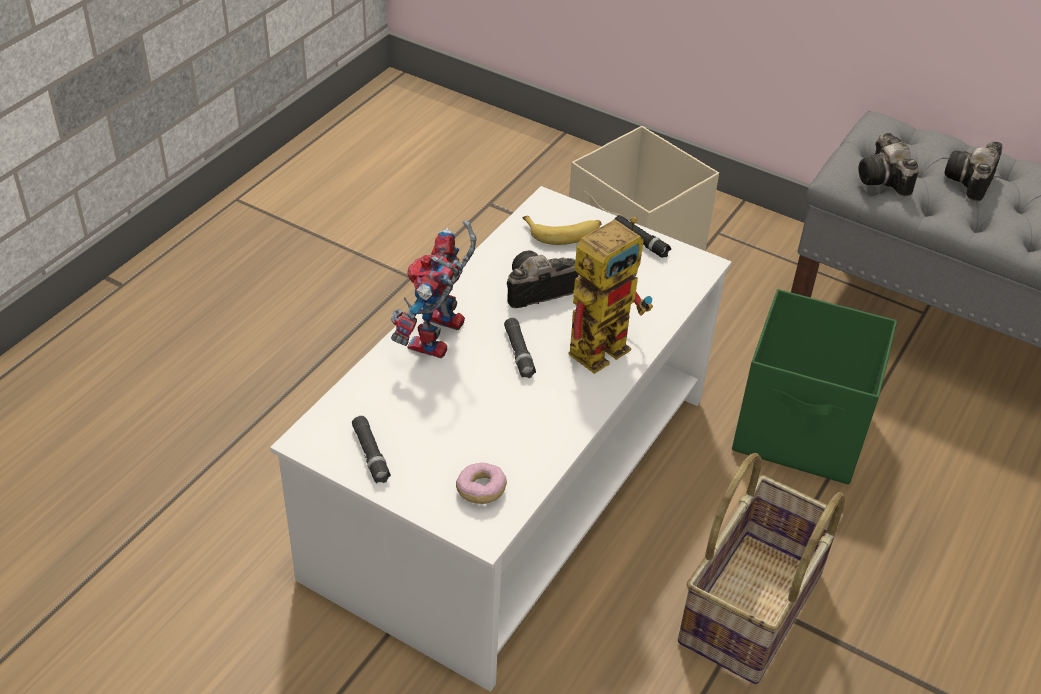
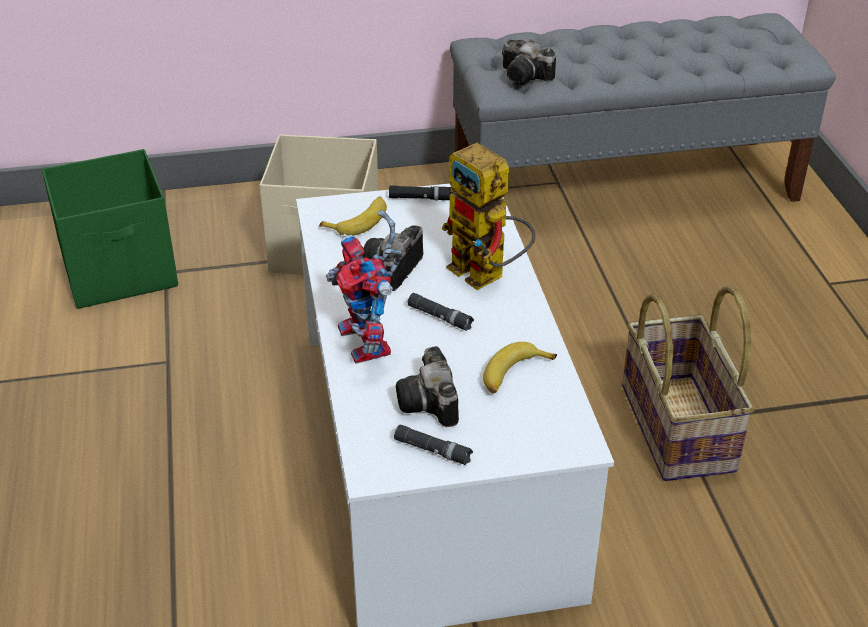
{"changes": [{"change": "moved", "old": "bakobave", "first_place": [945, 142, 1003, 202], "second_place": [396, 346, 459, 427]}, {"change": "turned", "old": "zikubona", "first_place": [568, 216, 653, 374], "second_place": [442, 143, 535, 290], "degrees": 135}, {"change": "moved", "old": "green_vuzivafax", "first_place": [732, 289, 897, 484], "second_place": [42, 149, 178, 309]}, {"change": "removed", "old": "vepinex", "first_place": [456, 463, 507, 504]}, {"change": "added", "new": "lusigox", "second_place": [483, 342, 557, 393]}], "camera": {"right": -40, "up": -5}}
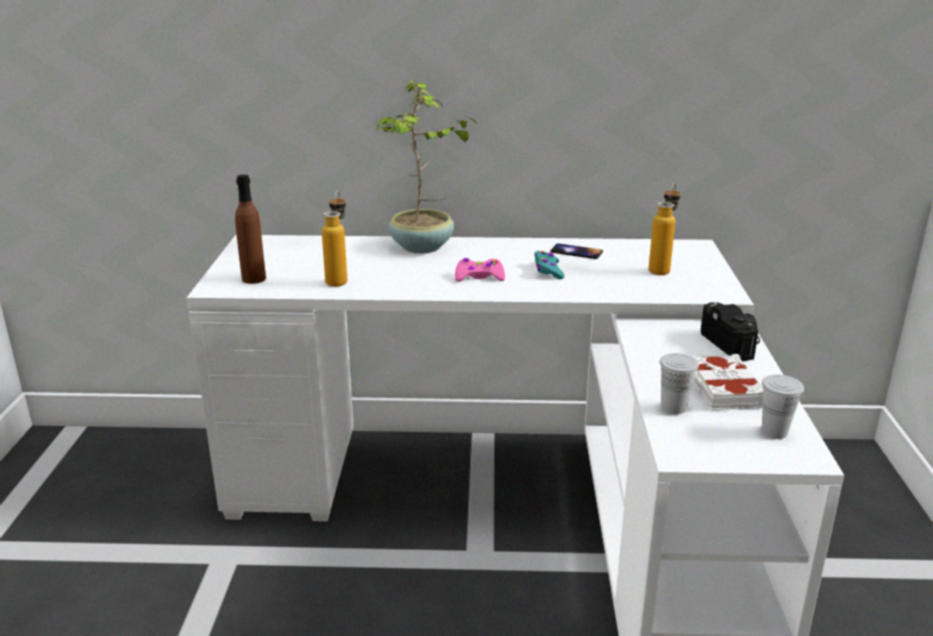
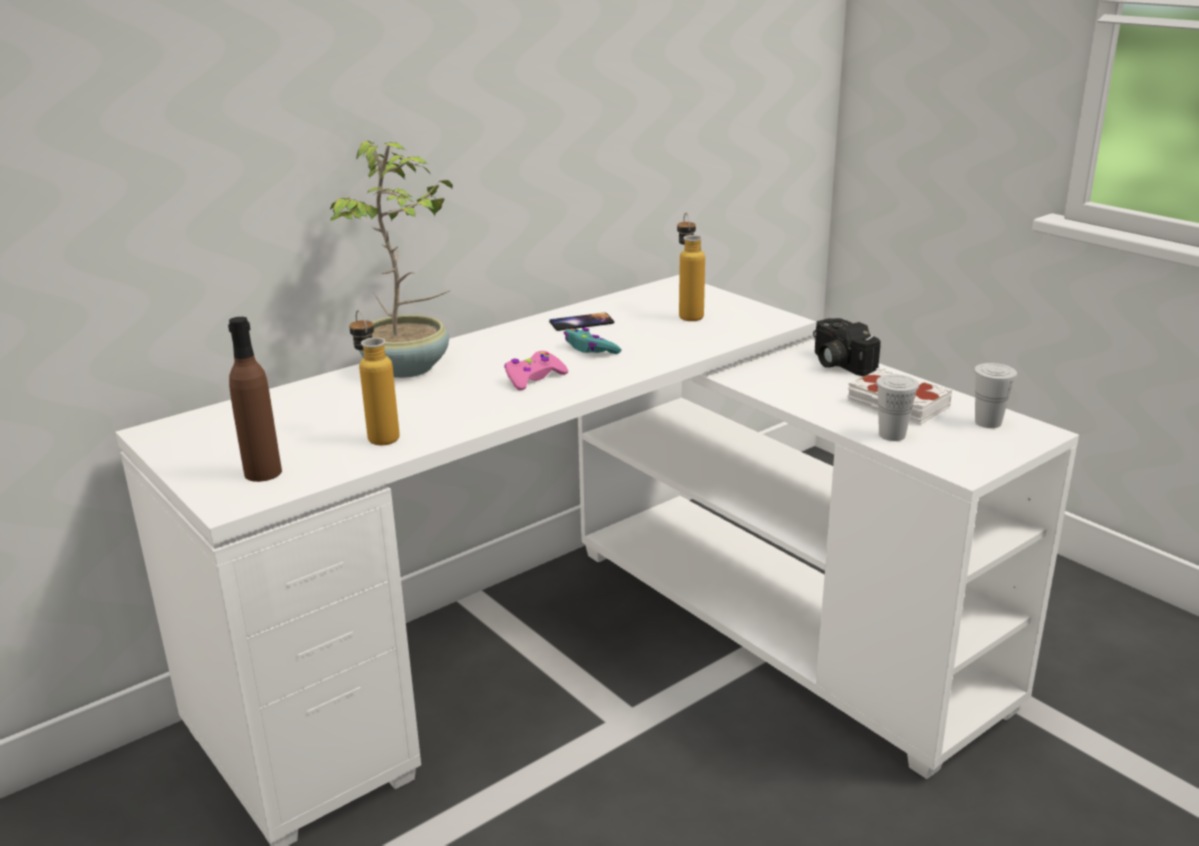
{"changes": [{"change": "turned", "old": "bakobave", "first_place": [701, 302, 760, 361], "second_place": [813, 318, 881, 377], "degrees": -150}], "camera": {"right": -40, "up": 0}}
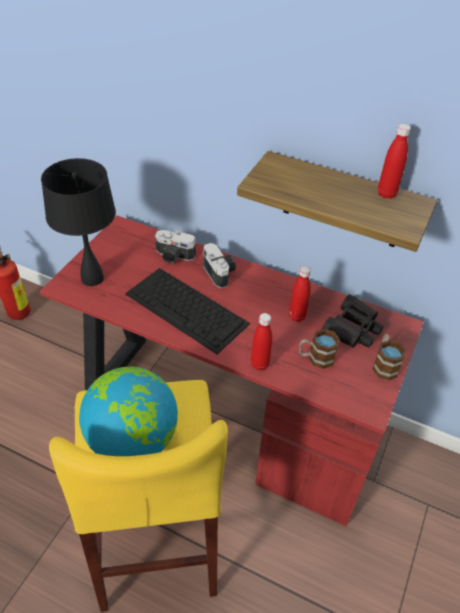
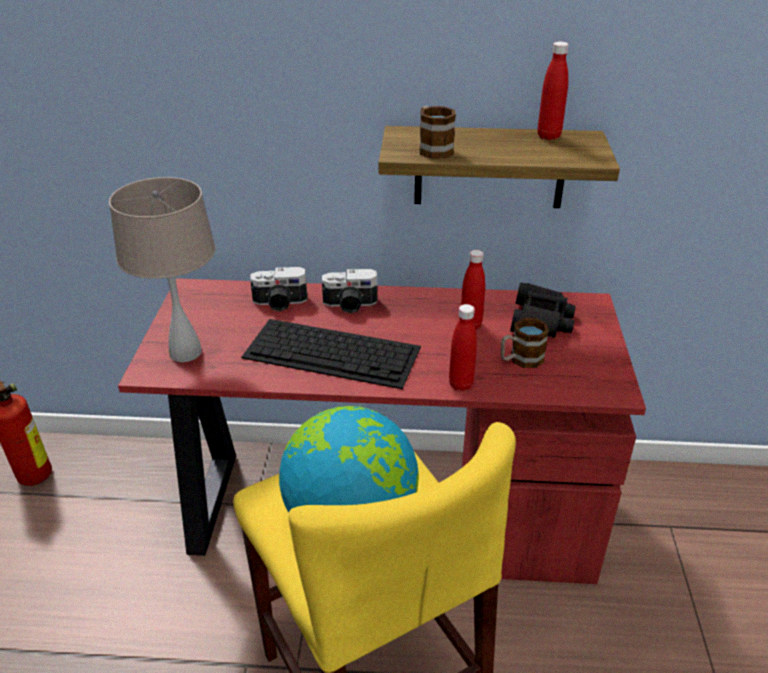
{"changes": [{"change": "recoloured", "old": "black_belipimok", "new": "beige_belipimok", "first_place": [41, 158, 116, 286], "second_place": [109, 177, 215, 362]}, {"change": "turned", "old": "bakobave", "first_place": [203, 243, 236, 288], "second_place": [322, 269, 377, 313], "degrees": 135}, {"change": "moved", "old": "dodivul", "first_place": [372, 334, 406, 380], "second_place": [419, 106, 456, 159]}], "camera": {"right": -20, "up": -10}}
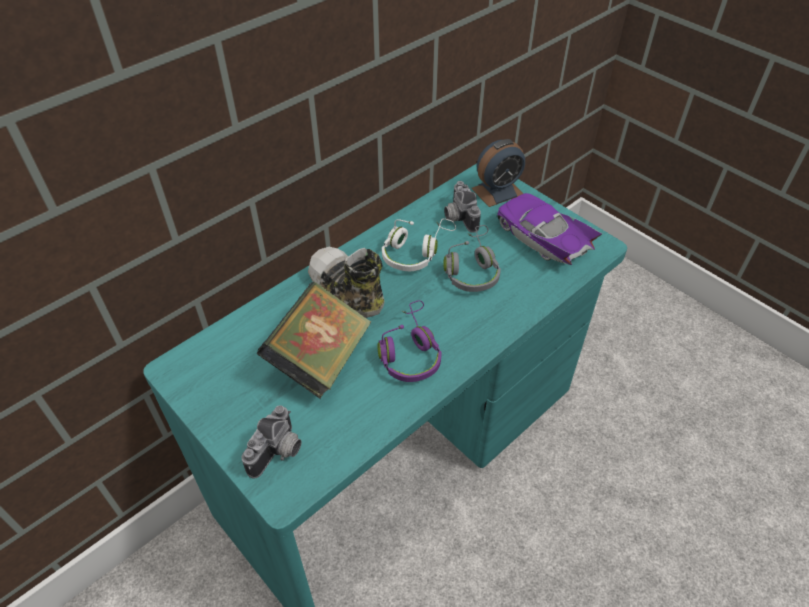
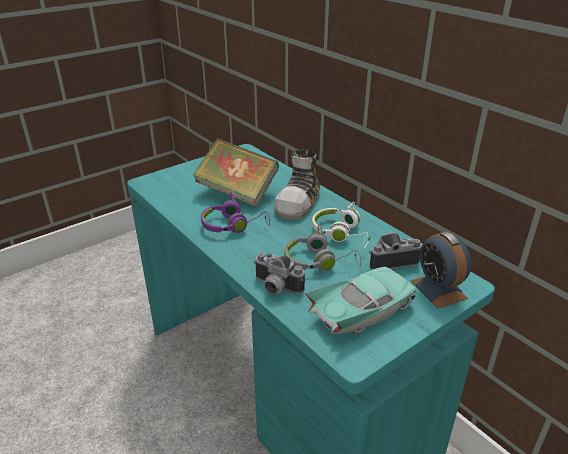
{"changes": [{"change": "recoloured", "old": "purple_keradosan", "new": "turquoise_keradosan", "first_place": [497, 193, 602, 265], "second_place": [305, 267, 416, 334]}, {"change": "turned", "old": "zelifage", "first_place": [308, 247, 385, 318], "second_place": [274, 150, 320, 220], "degrees": 150}, {"change": "moved", "old": "bakobave", "first_place": [241, 405, 302, 478], "second_place": [254, 253, 305, 294]}], "camera": {"right": 95, "up": -15}}
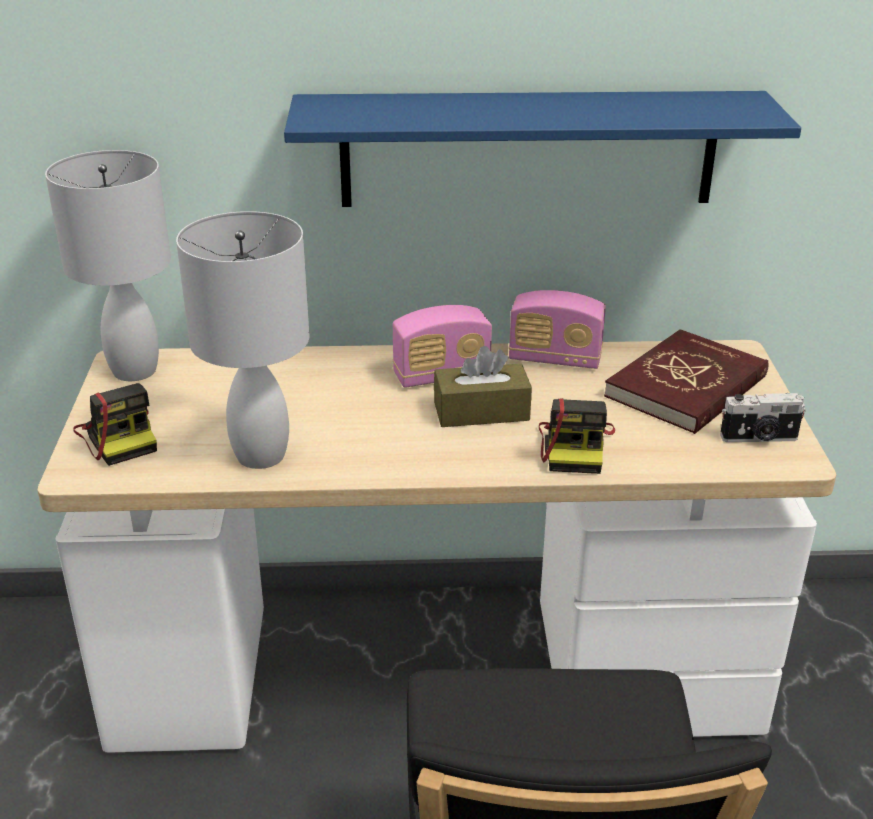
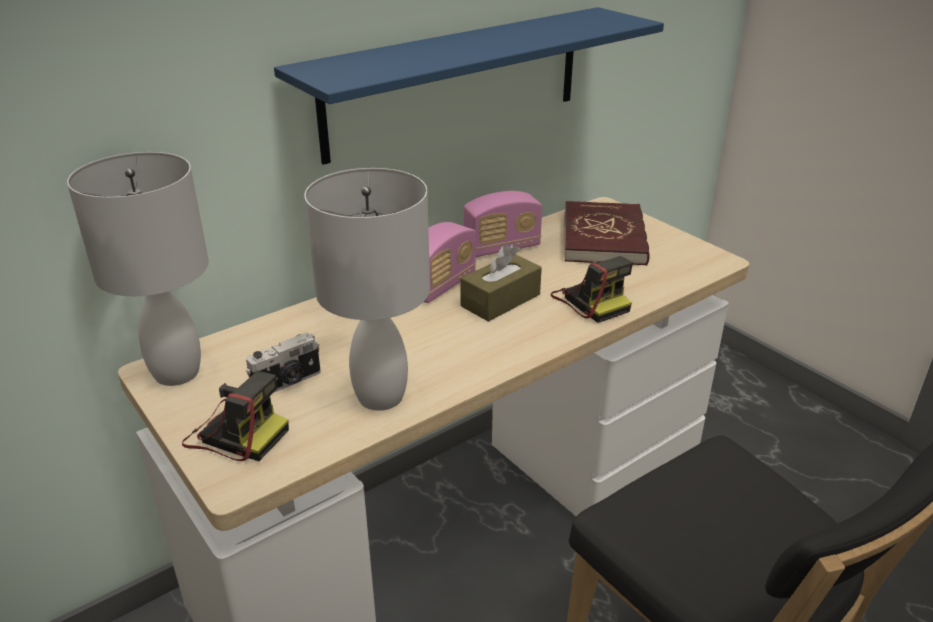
{"changes": [{"change": "moved", "old": "bakobave", "first_place": [720, 393, 806, 442], "second_place": [246, 332, 321, 392]}], "camera": {"right": -35, "up": 0}}
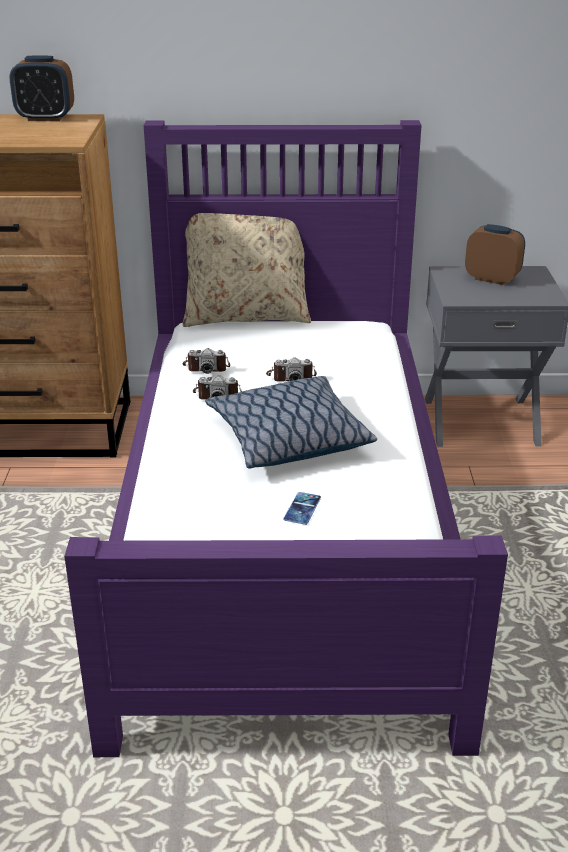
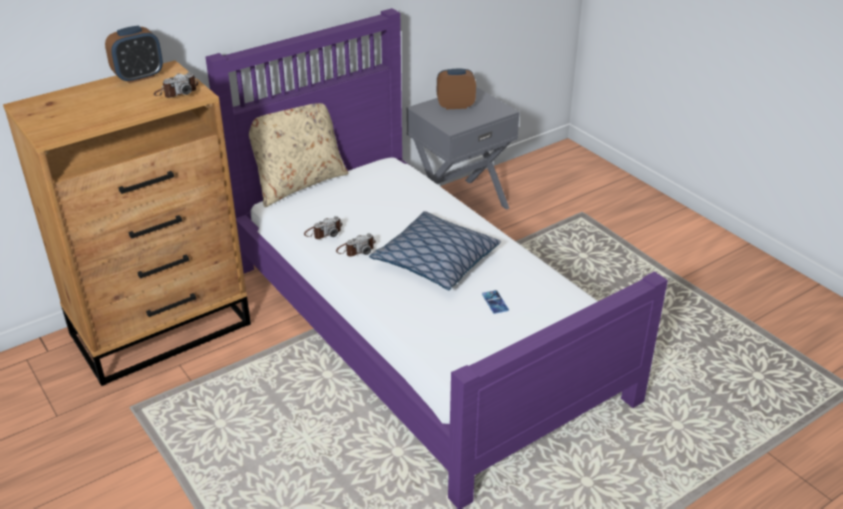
{"changes": [{"change": "moved", "old": "bakobave", "first_place": [266, 357, 317, 382], "second_place": [154, 72, 198, 98]}], "camera": {"right": -35, "up": 5}}
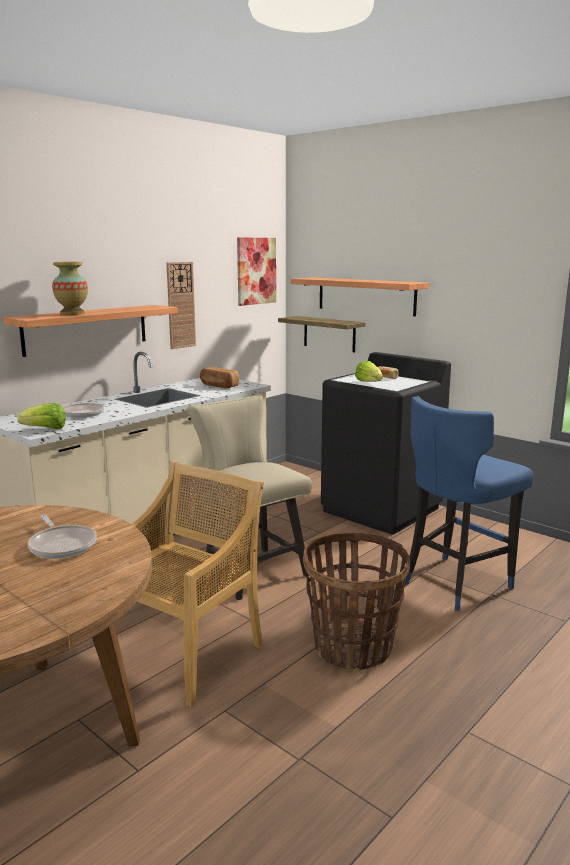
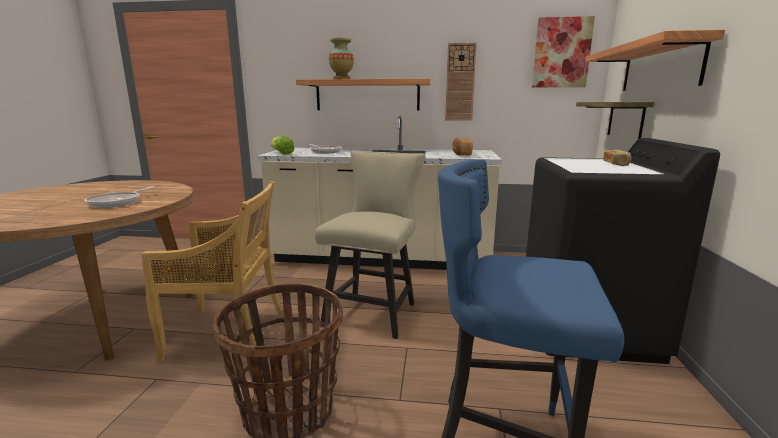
{"changes": [{"change": "removed", "old": "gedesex", "first_place": [355, 360, 383, 382]}], "camera": {"right": 55, "up": 0}}
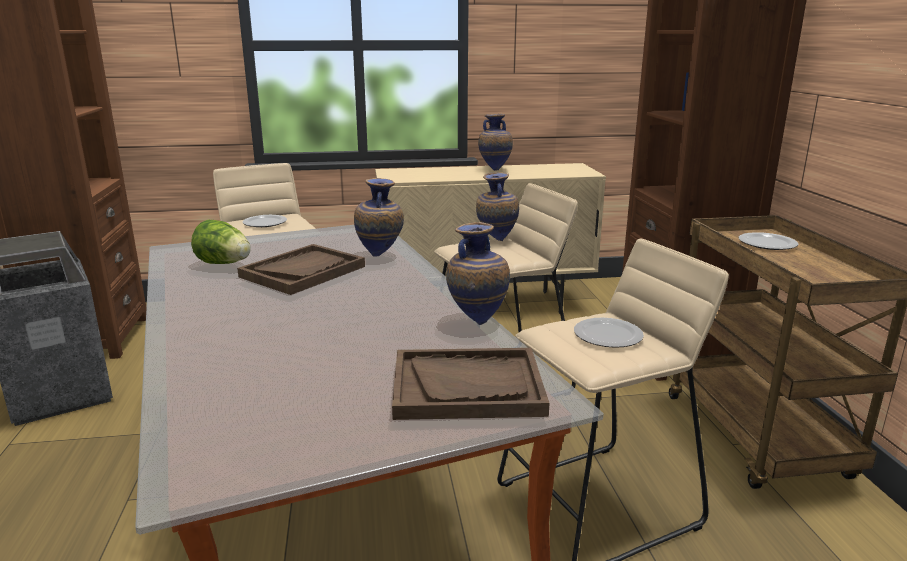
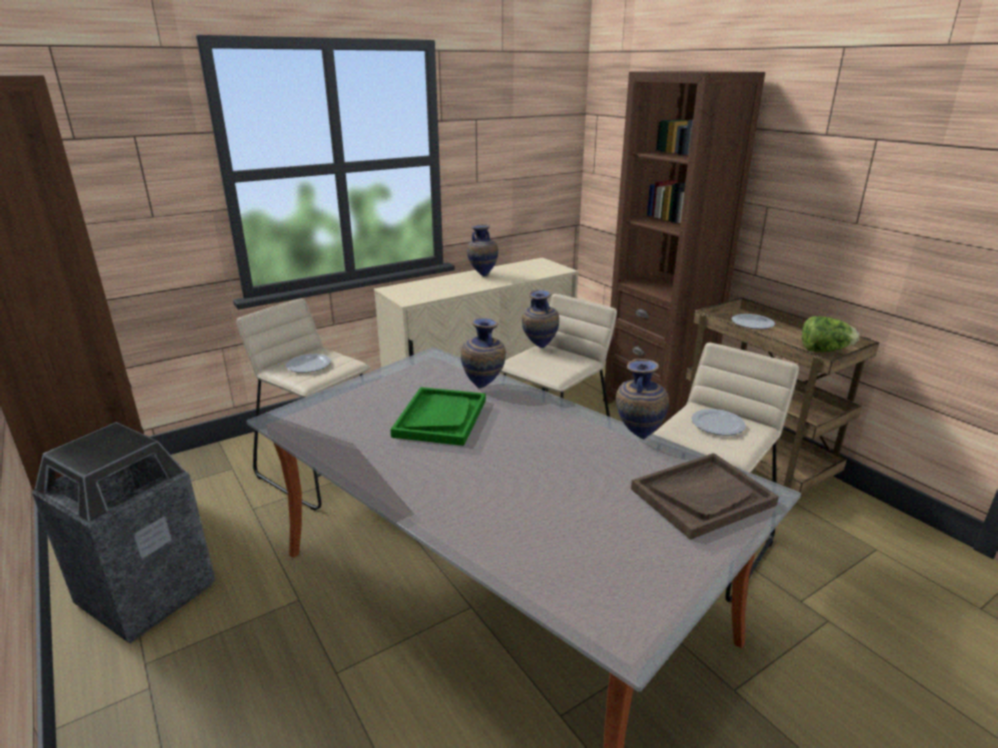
{"changes": [{"change": "moved", "old": "gedesex", "first_place": [191, 220, 251, 264], "second_place": [802, 316, 859, 352]}, {"change": "recoloured", "old": "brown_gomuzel", "new": "green_gomuzel", "first_place": [237, 244, 365, 295], "second_place": [390, 387, 486, 446]}], "camera": {"right": -25, "up": 5}}
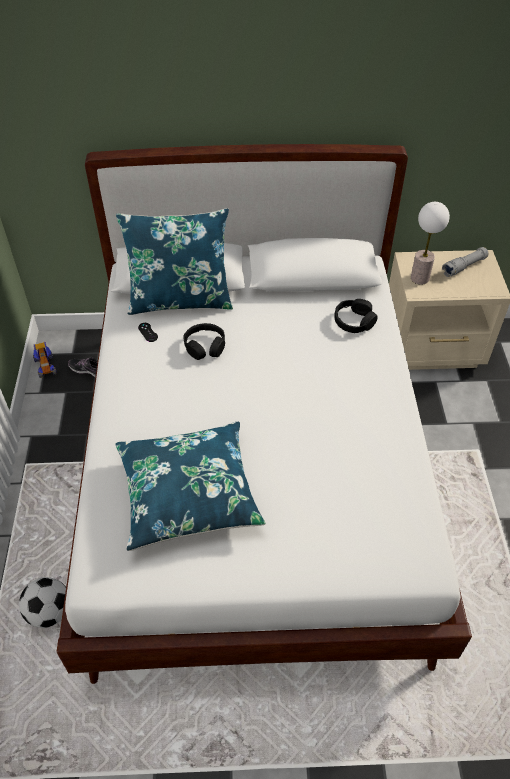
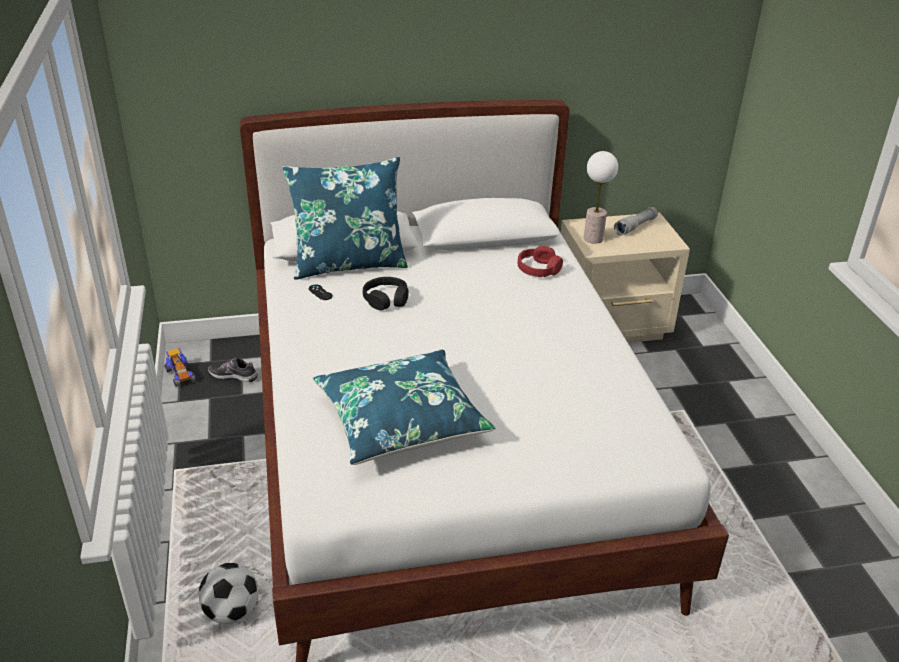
{"changes": [{"change": "recoloured", "old": "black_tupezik", "new": "red_tupezik", "first_place": [335, 299, 378, 333], "second_place": [518, 246, 563, 277]}], "camera": {"right": -10, "up": -15}}
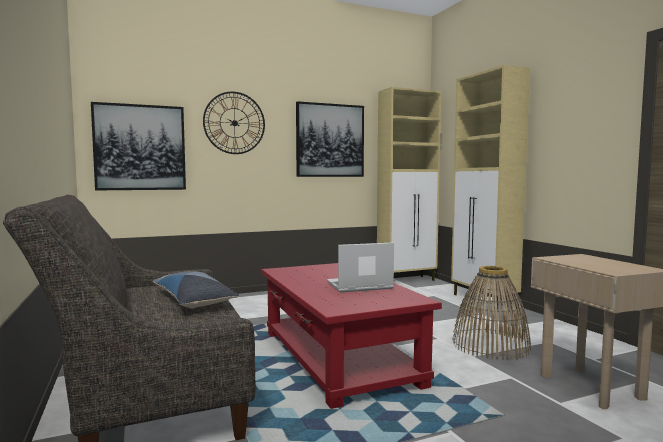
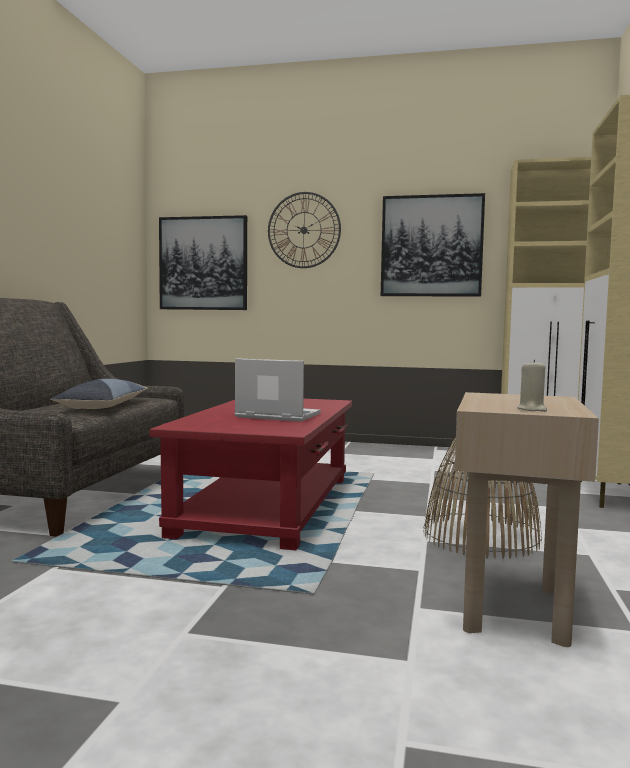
{"changes": [{"change": "added", "new": "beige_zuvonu", "second_place": [517, 360, 547, 412]}], "camera": {"right": 35, "up": 0}}
